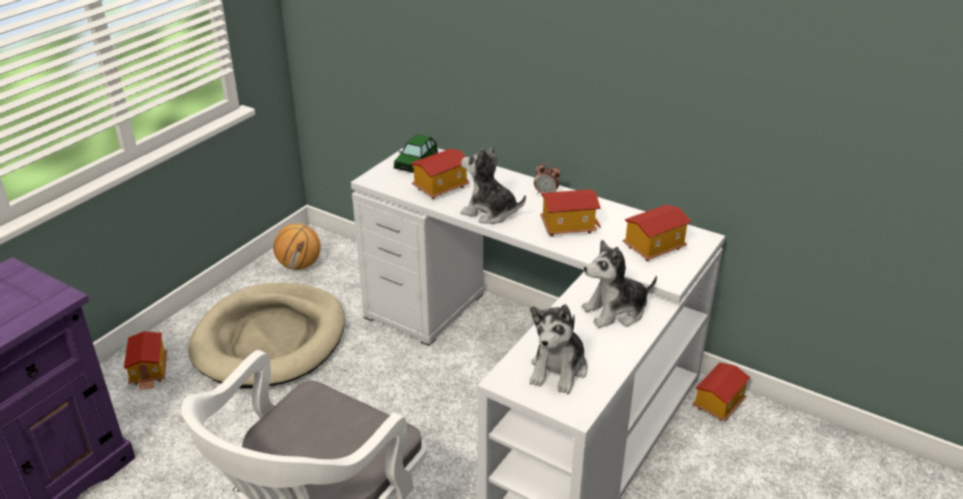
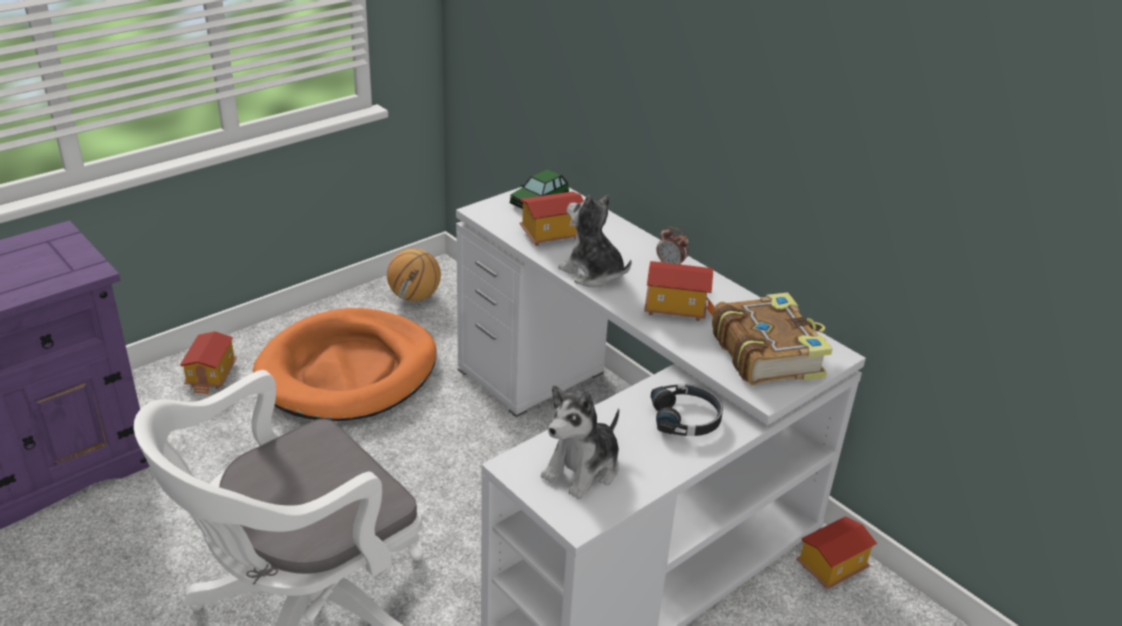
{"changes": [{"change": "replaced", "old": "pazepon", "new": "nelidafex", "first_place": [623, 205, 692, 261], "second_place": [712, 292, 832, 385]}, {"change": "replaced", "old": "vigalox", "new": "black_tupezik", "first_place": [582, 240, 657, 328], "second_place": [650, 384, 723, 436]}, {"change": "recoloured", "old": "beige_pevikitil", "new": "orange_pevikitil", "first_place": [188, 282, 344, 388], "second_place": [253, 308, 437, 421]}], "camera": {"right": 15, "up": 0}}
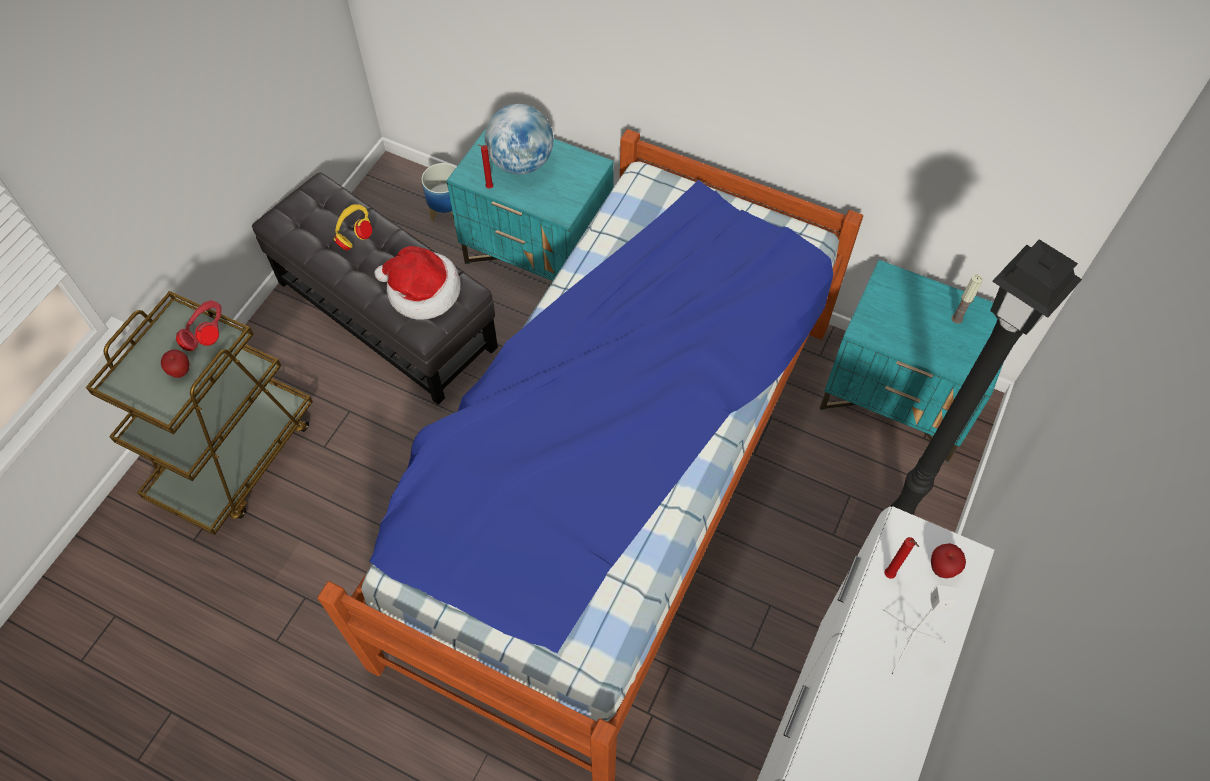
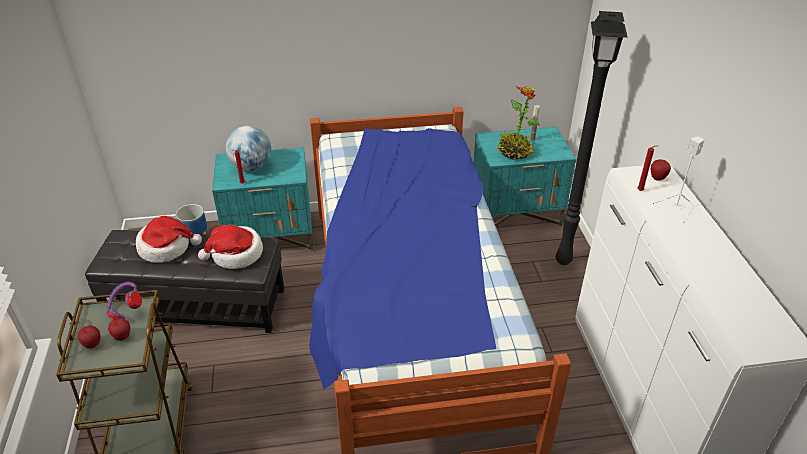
{"changes": [{"change": "replaced", "old": "yellow_tupezik", "new": "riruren", "first_place": [334, 204, 372, 251], "second_place": [136, 216, 202, 263]}, {"change": "recoloured", "old": "red_tupezik", "new": "purple_tupezik", "first_place": [176, 300, 222, 351], "second_place": [107, 282, 142, 319]}, {"change": "added", "new": "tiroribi", "second_place": [497, 86, 540, 160]}, {"change": "added", "new": "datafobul", "second_place": [78, 326, 100, 349]}], "camera": {"right": -35, "up": -20}}
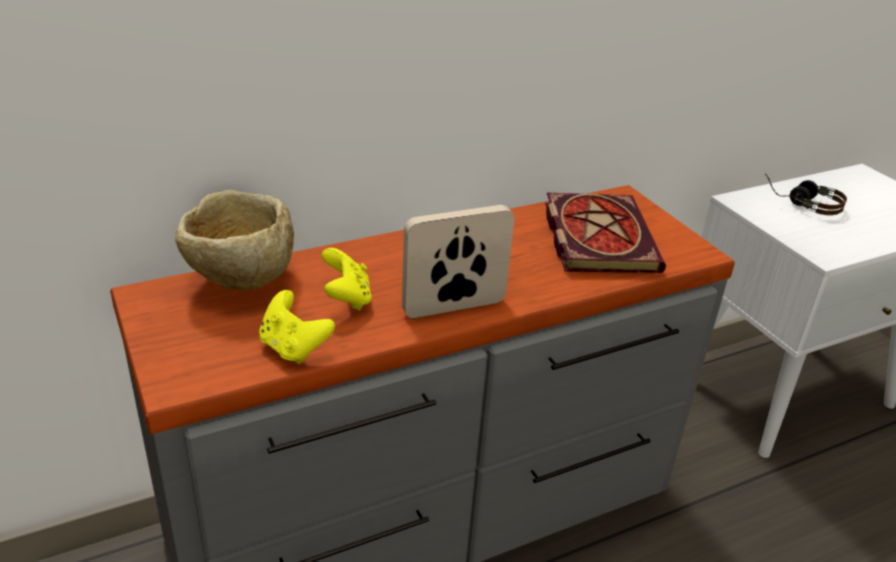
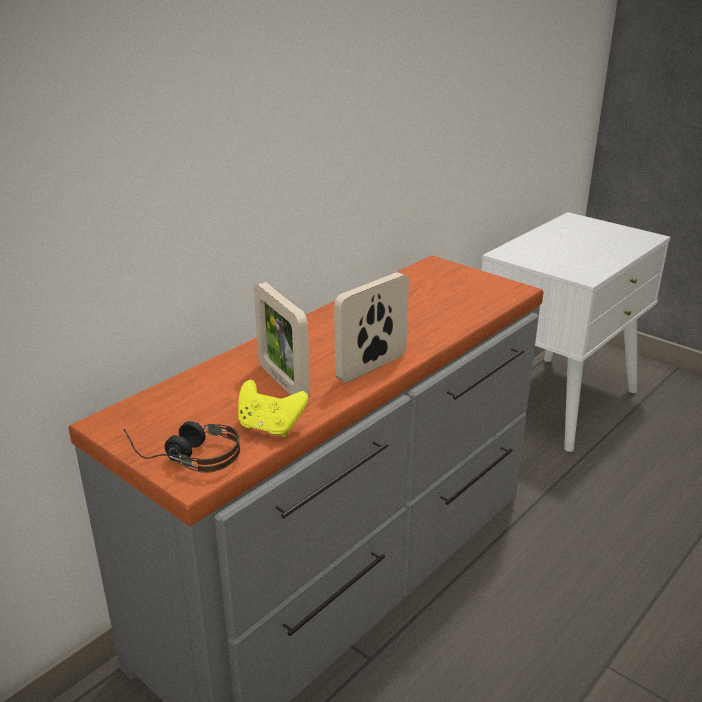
{"changes": [{"change": "moved", "old": "tupezik", "first_place": [765, 174, 847, 215], "second_place": [124, 421, 240, 473]}, {"change": "removed", "old": "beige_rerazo", "first_place": [175, 190, 294, 290]}, {"change": "removed", "old": "nelidafex", "first_place": [545, 193, 666, 273]}, {"change": "replaced", "old": "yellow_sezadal", "new": "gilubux", "first_place": [322, 248, 372, 311], "second_place": [254, 282, 310, 398]}], "camera": {"right": -20, "up": -5}}
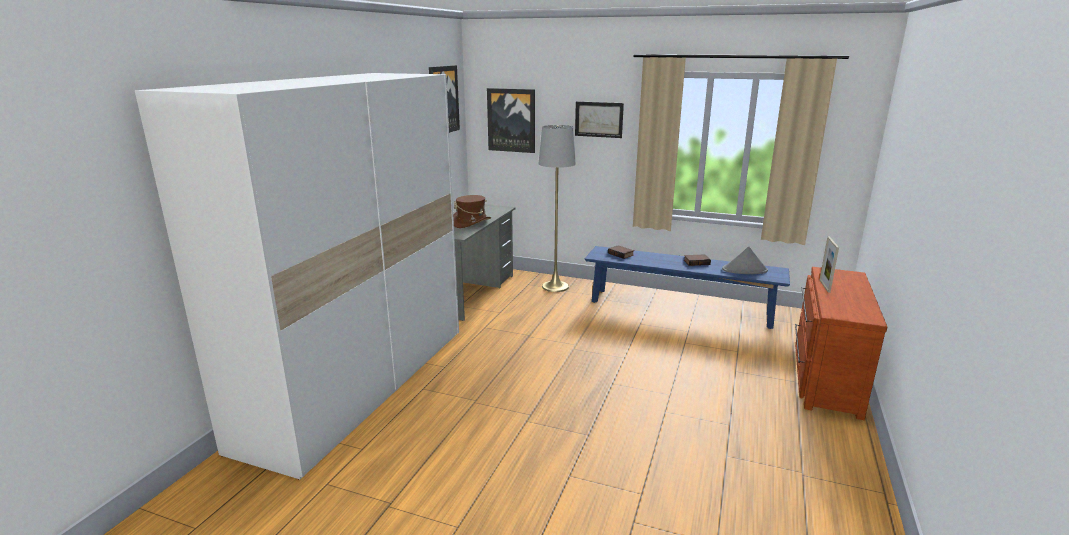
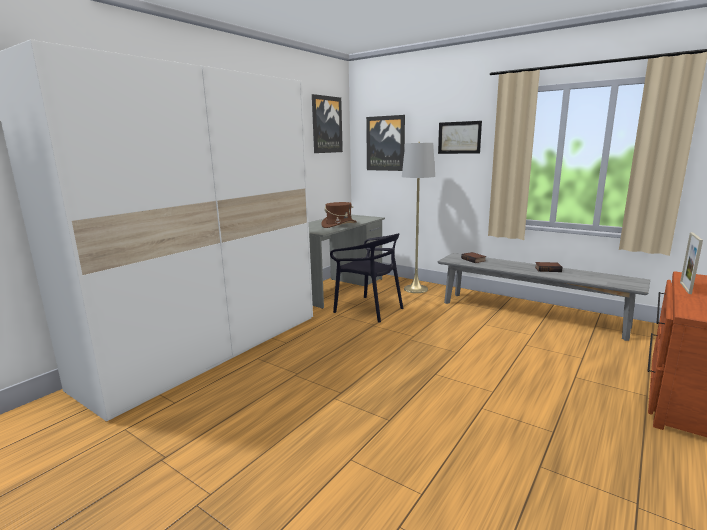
{"changes": [{"change": "recoloured", "old": "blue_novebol", "new": "grey_novebol", "first_place": [585, 246, 790, 329], "second_place": [437, 253, 650, 341]}, {"change": "removed", "old": "grey_riruren", "first_place": [722, 246, 768, 274]}, {"change": "added", "new": "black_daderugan", "second_place": [330, 233, 403, 323]}], "camera": {"right": 15, "up": -5}}
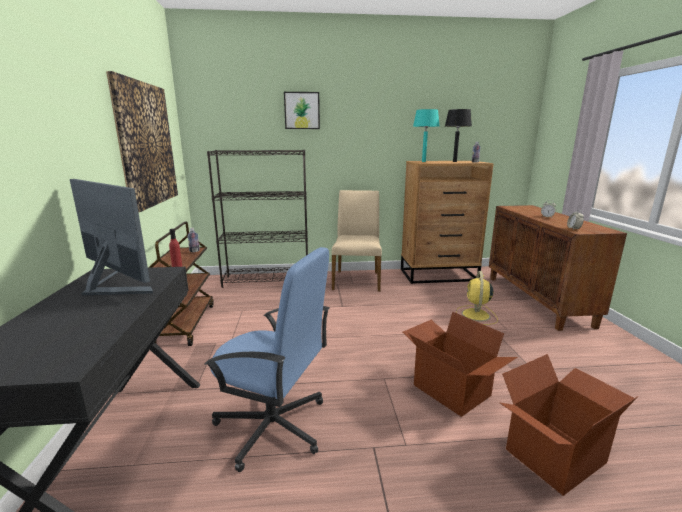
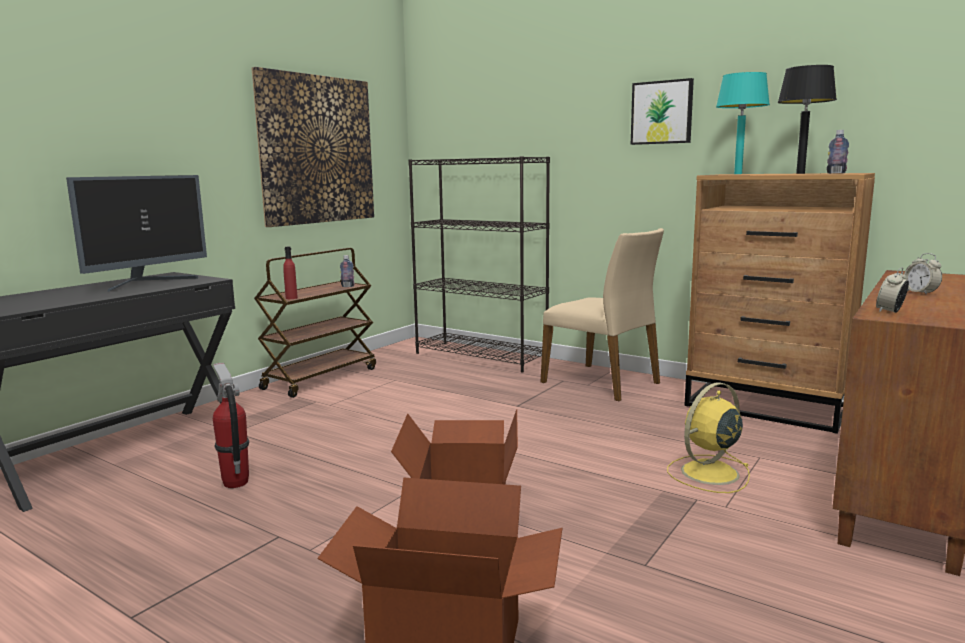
{"changes": [{"change": "moved", "old": "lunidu", "first_place": [284, 92, 320, 129], "second_place": [631, 78, 694, 145]}, {"change": "turned", "old": "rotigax", "first_place": [70, 179, 153, 295], "second_place": [66, 175, 207, 292], "degrees": 45}, {"change": "turned", "old": "beige_daderugan", "first_place": [332, 190, 382, 292], "second_place": [541, 228, 664, 401], "degrees": 90}, {"change": "replaced", "old": "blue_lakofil", "new": "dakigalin", "first_place": [204, 247, 330, 472], "second_place": [213, 363, 249, 488]}], "camera": {"right": 40, "up": -5}}
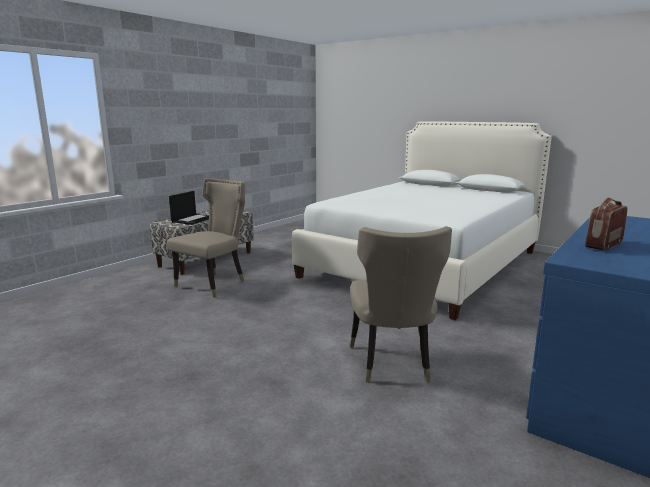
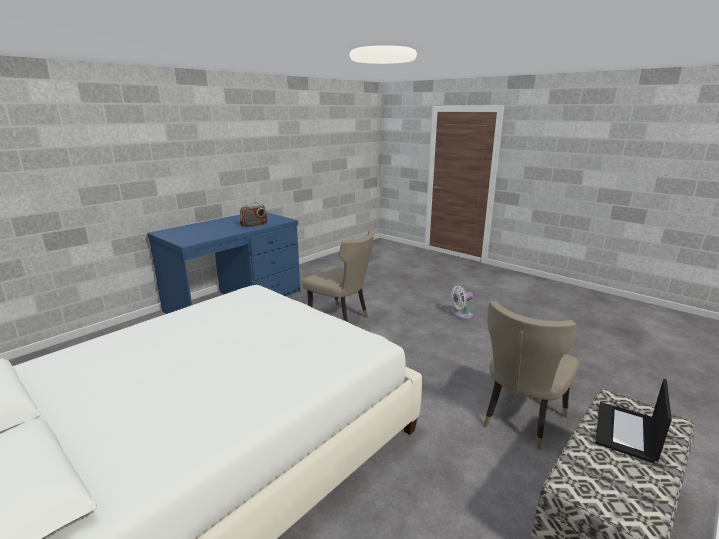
{"changes": [{"change": "turned", "old": "beige_daderugan", "first_place": [350, 226, 452, 383], "second_place": [303, 229, 374, 322], "degrees": 120}, {"change": "added", "new": "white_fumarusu", "second_place": [451, 286, 473, 320]}], "camera": {"right": -175, "up": 5}}
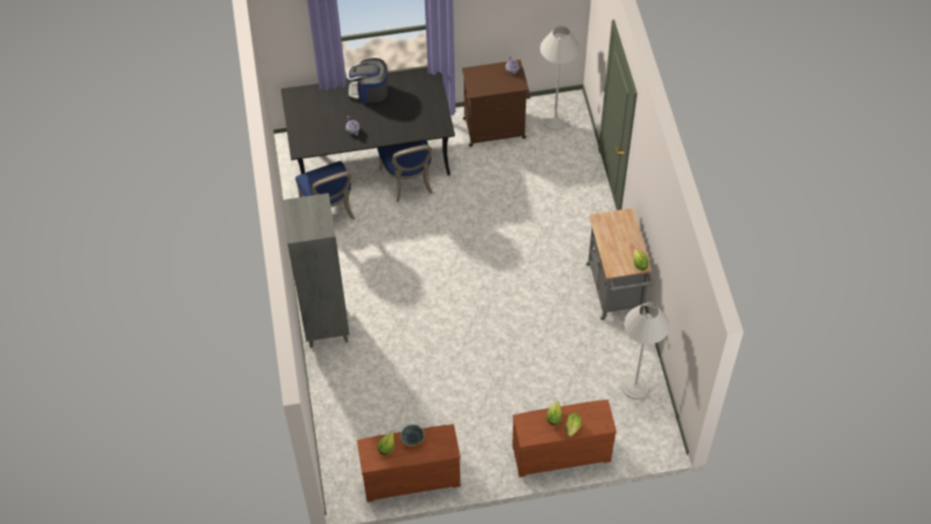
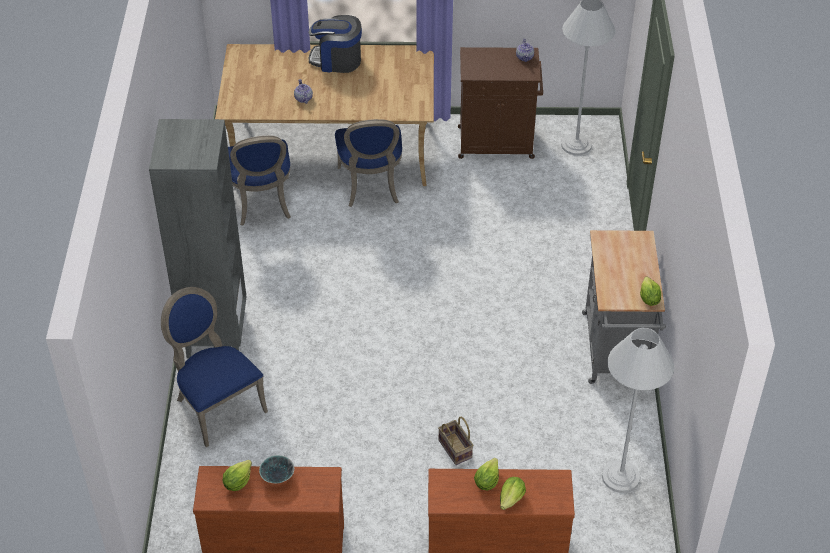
{"changes": [{"change": "recoloured", "old": "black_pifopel", "new": "beige_pifopel", "first_place": [281, 68, 455, 197], "second_place": [215, 44, 434, 186]}, {"change": "added", "new": "blue_daderugan", "second_place": [161, 287, 268, 447]}, {"change": "added", "new": "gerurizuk", "second_place": [438, 417, 473, 465]}], "camera": {"right": 10, "up": -10}}
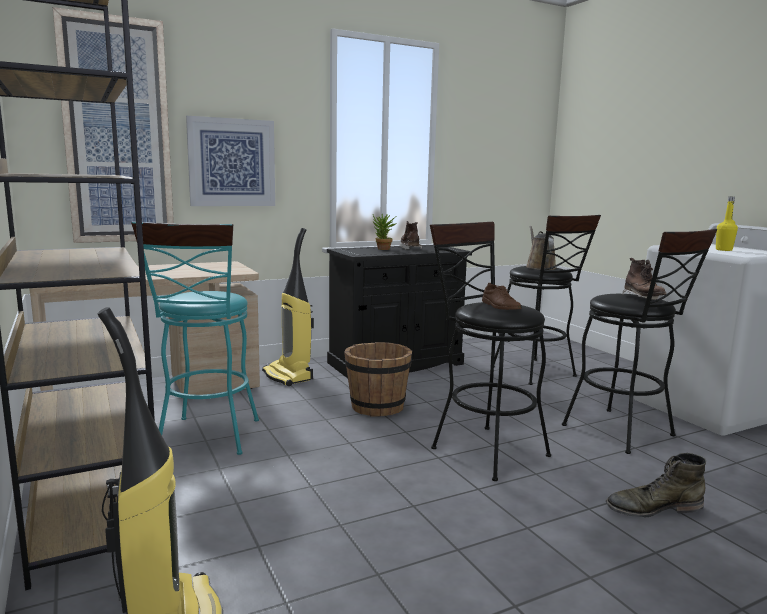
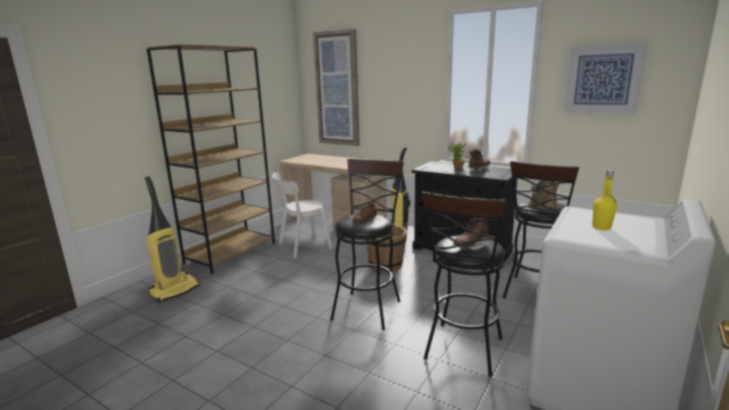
{"changes": [{"change": "moved", "old": "lunidu", "first_place": [186, 116, 275, 206], "second_place": [563, 42, 648, 114]}, {"change": "replaced", "old": "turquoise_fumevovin", "new": "white_daderugan", "first_place": [131, 222, 259, 455], "second_place": [272, 172, 332, 259]}, {"change": "removed", "old": "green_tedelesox", "first_place": [606, 453, 706, 517]}], "camera": {"right": 60, "up": 5}}
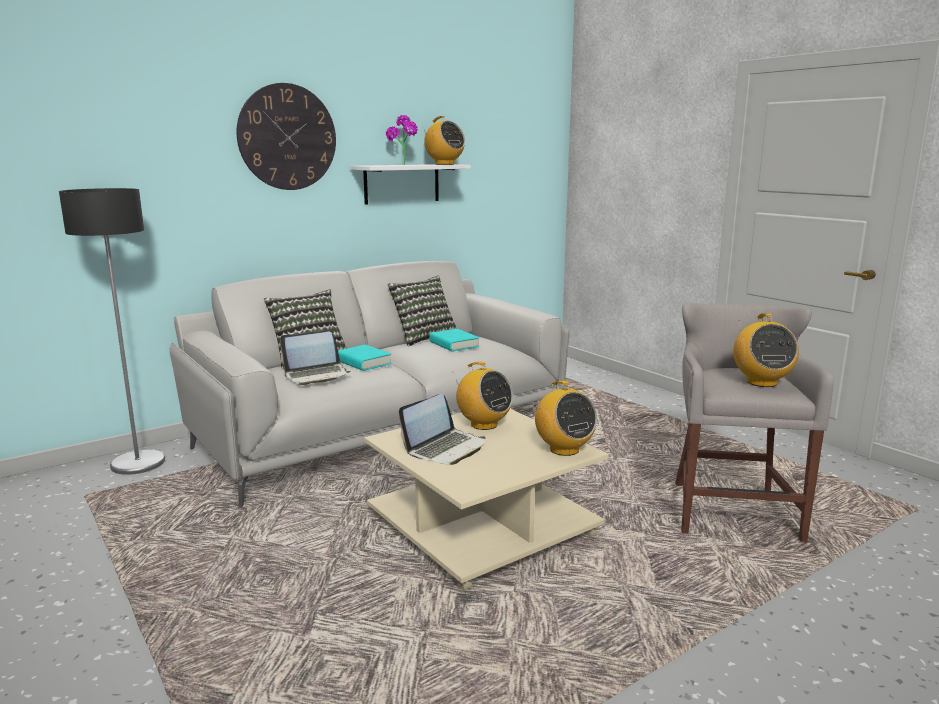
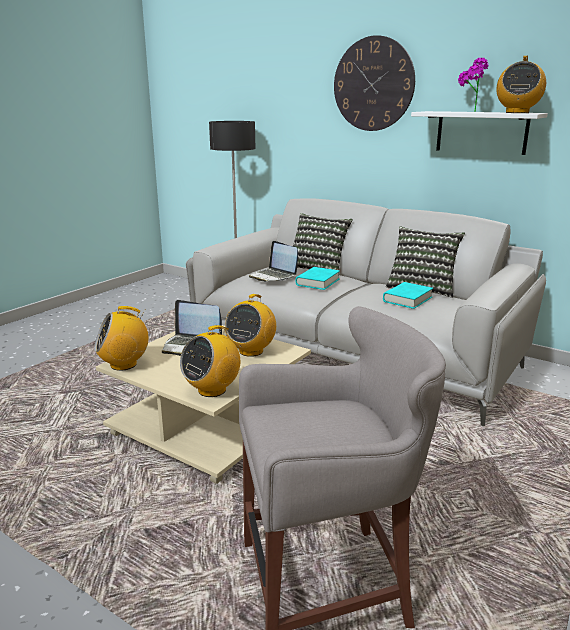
{"changes": [{"change": "moved", "old": "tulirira", "first_place": [733, 314, 799, 387], "second_place": [94, 306, 149, 371]}], "camera": {"right": 70, "up": 5}}
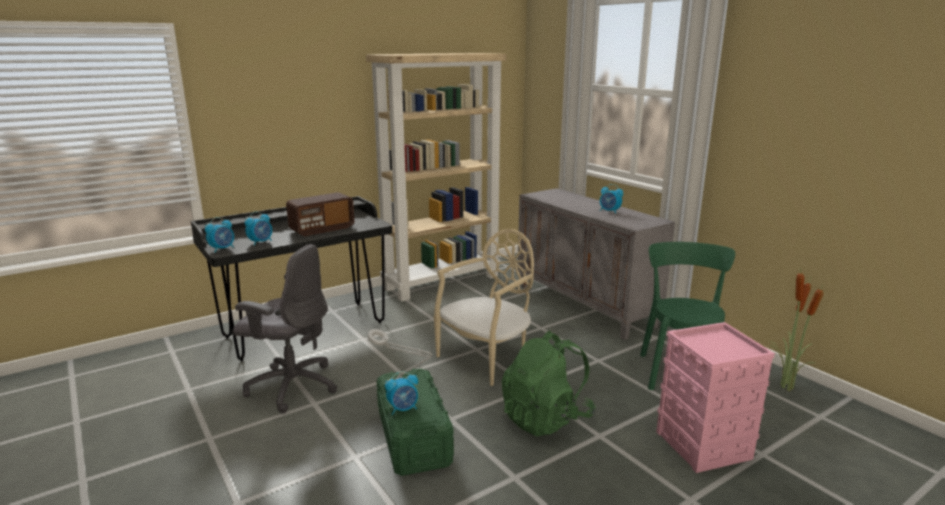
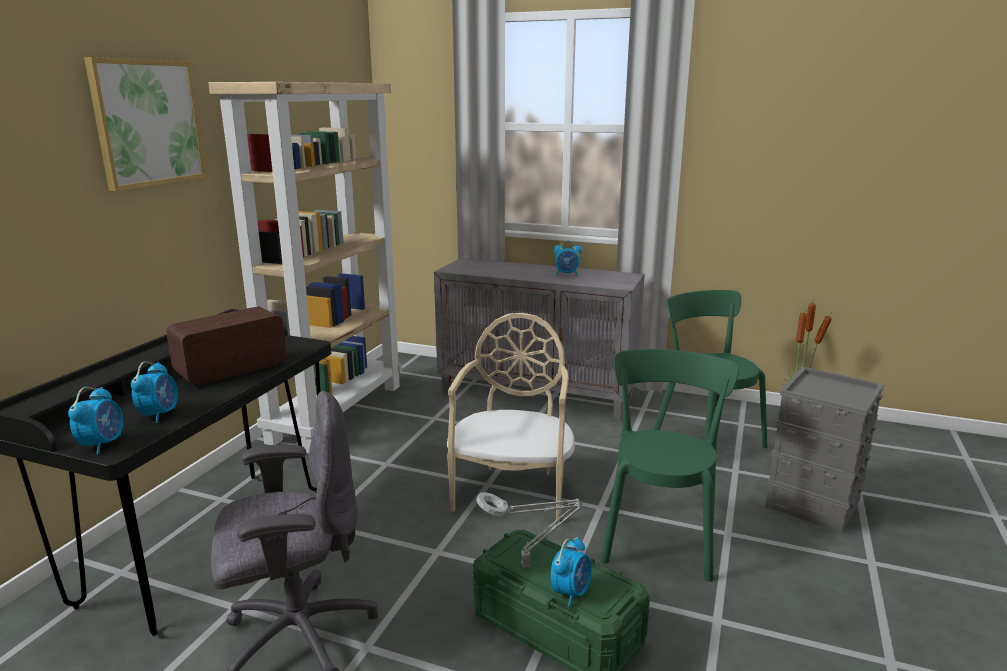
{"changes": [{"change": "turned", "old": "tulirira", "first_place": [286, 192, 354, 236], "second_place": [166, 306, 286, 386], "degrees": -150}, {"change": "recoloured", "old": "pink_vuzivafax", "new": "grey_vuzivafax", "first_place": [656, 322, 775, 473], "second_place": [765, 367, 884, 534]}, {"change": "replaced", "old": "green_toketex", "new": "green_daderugan", "first_place": [502, 331, 596, 436], "second_place": [600, 349, 739, 582]}, {"change": "added", "new": "lunidu", "second_place": [84, 57, 207, 191]}], "camera": {"right": -35, "up": 0}}
